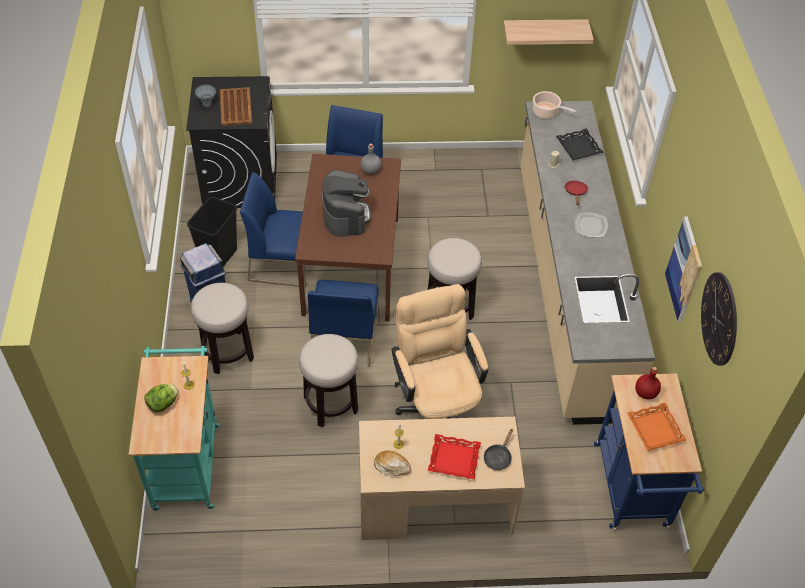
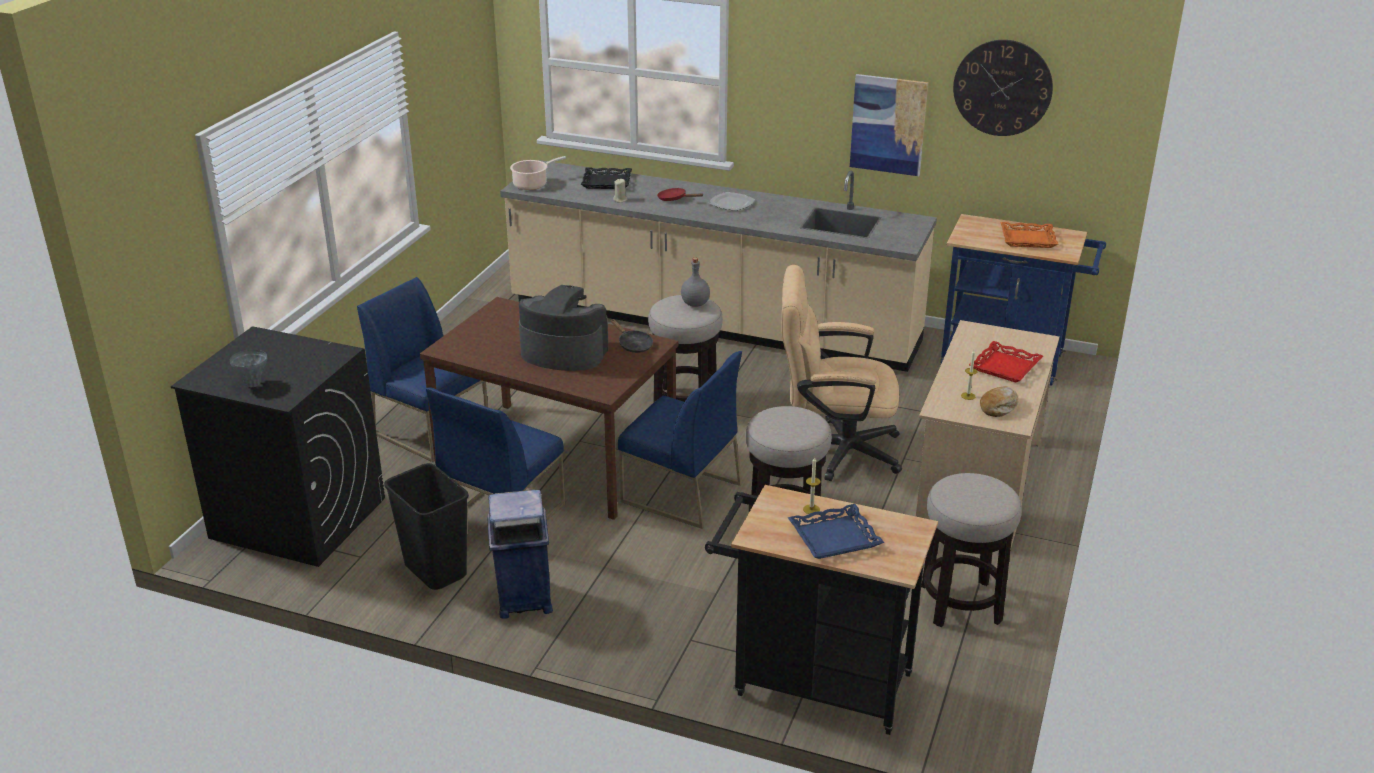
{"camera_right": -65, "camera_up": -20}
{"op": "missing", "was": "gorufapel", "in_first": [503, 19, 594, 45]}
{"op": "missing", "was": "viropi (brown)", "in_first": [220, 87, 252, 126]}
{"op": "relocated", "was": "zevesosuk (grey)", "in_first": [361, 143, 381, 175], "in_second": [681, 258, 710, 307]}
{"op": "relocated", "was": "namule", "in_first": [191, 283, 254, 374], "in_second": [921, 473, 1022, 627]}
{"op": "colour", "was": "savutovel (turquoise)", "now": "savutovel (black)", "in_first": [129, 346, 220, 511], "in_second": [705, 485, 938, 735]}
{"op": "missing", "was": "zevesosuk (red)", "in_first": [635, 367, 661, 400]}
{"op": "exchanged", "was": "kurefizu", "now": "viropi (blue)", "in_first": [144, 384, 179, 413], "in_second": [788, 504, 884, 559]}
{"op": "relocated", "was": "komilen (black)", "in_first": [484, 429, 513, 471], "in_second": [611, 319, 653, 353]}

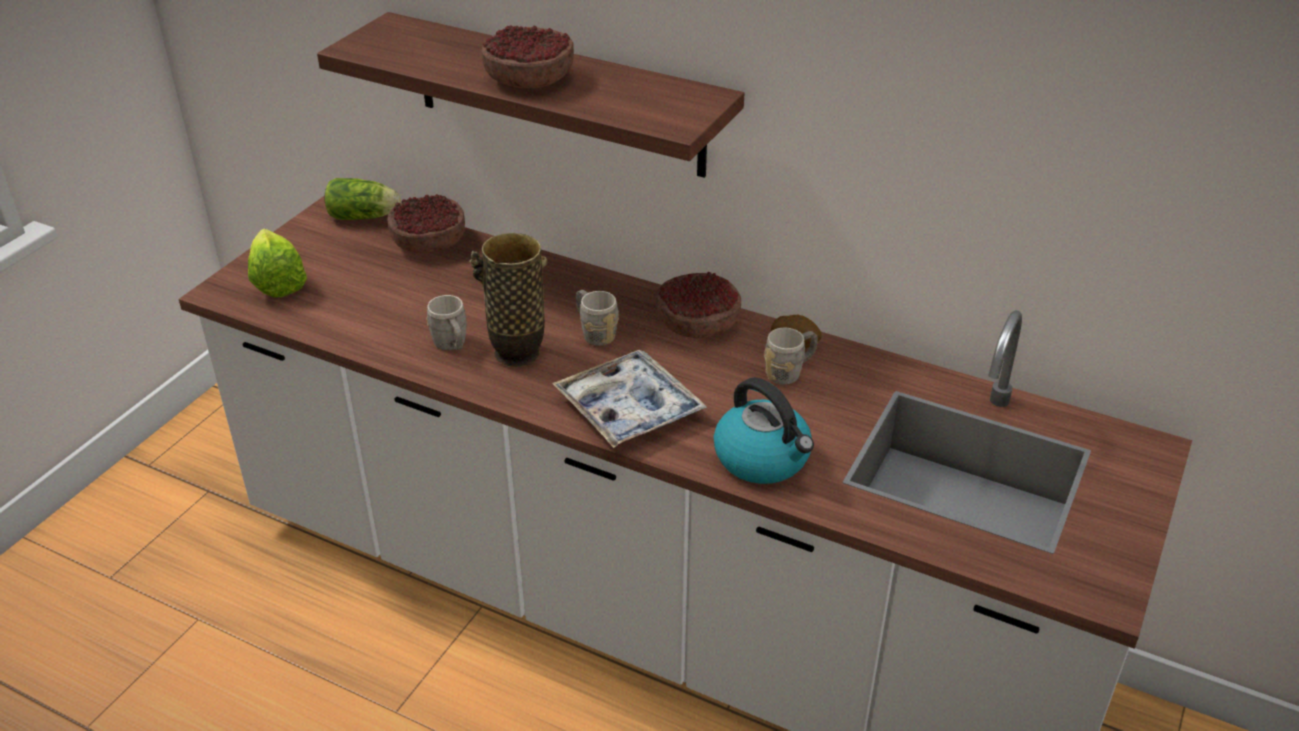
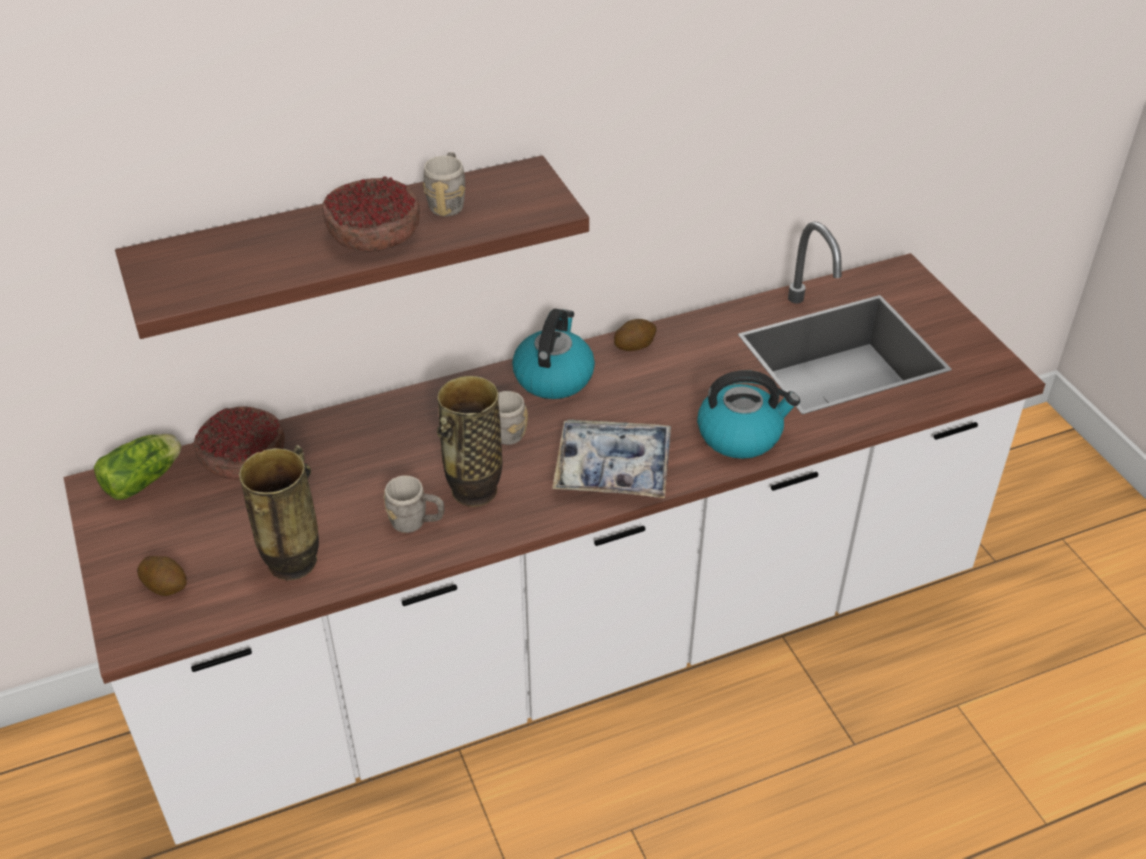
{"camera_right": -50, "camera_up": 5}
{"op": "exchanged", "was": "kurefizu", "now": "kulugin", "in_first": [248, 229, 307, 298], "in_second": [137, 556, 187, 596]}
{"op": "exchanged", "was": "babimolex", "now": "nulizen", "in_first": [656, 272, 741, 338], "in_second": [512, 309, 595, 399]}
{"op": "relocated", "was": "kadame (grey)", "in_first": [764, 327, 818, 385], "in_second": [423, 152, 465, 216]}
{"op": "appeared", "now": "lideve", "in_second": [239, 445, 319, 580]}

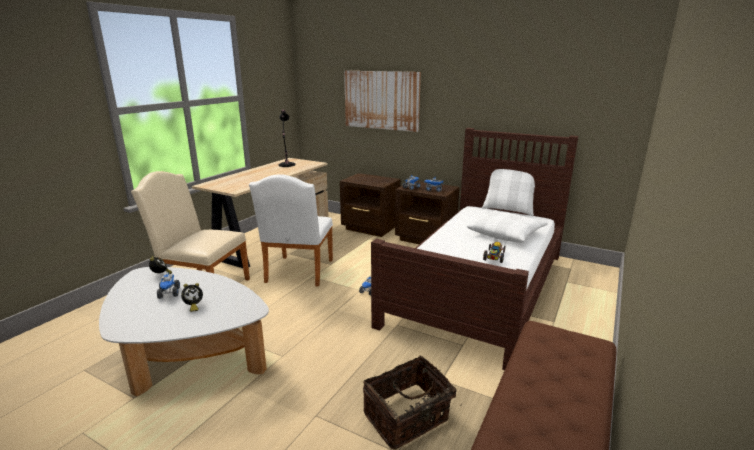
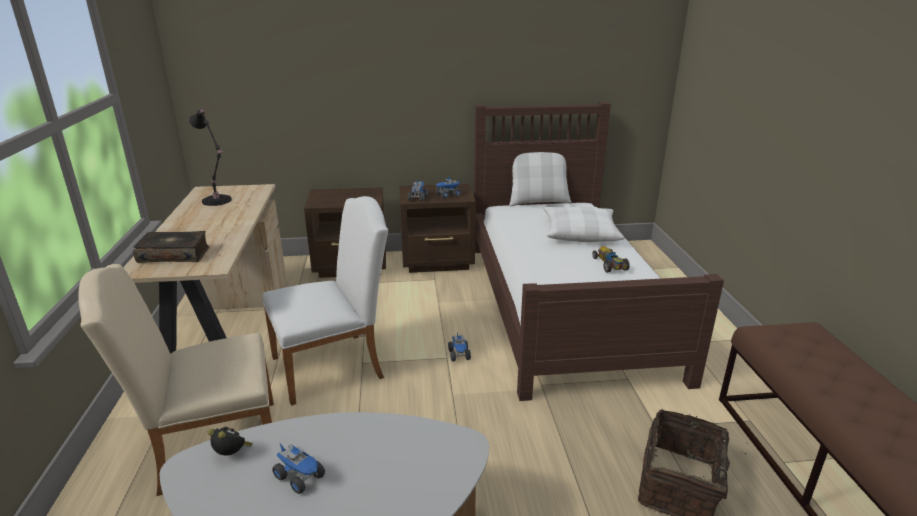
{"camera_right": -35, "camera_up": 5}
{"op": "missing", "was": "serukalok", "in_first": [344, 71, 421, 132]}
{"op": "spun", "was": "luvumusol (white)", "in_first": [249, 174, 333, 287], "in_second": [262, 196, 388, 406], "clockwise": -90}
{"op": "missing", "was": "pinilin", "in_first": [181, 283, 203, 312]}
{"op": "appeared", "now": "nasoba", "in_second": [133, 231, 209, 263]}

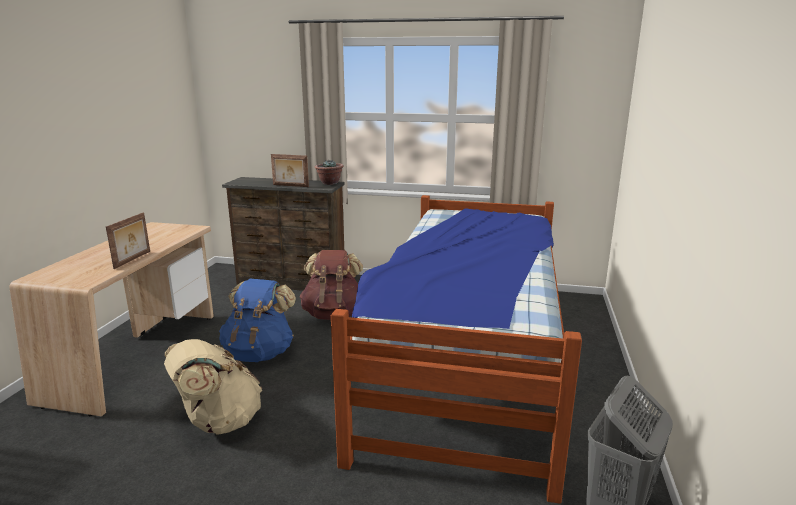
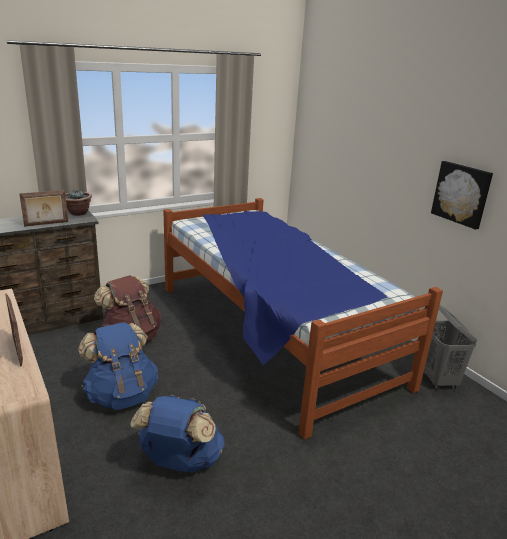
{"camera_right": -45, "camera_up": 5}
{"op": "colour", "was": "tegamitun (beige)", "now": "tegamitun (blue)", "in_first": [164, 339, 262, 435], "in_second": [130, 395, 225, 473]}
{"op": "appeared", "now": "serukalok", "in_second": [431, 161, 493, 230]}

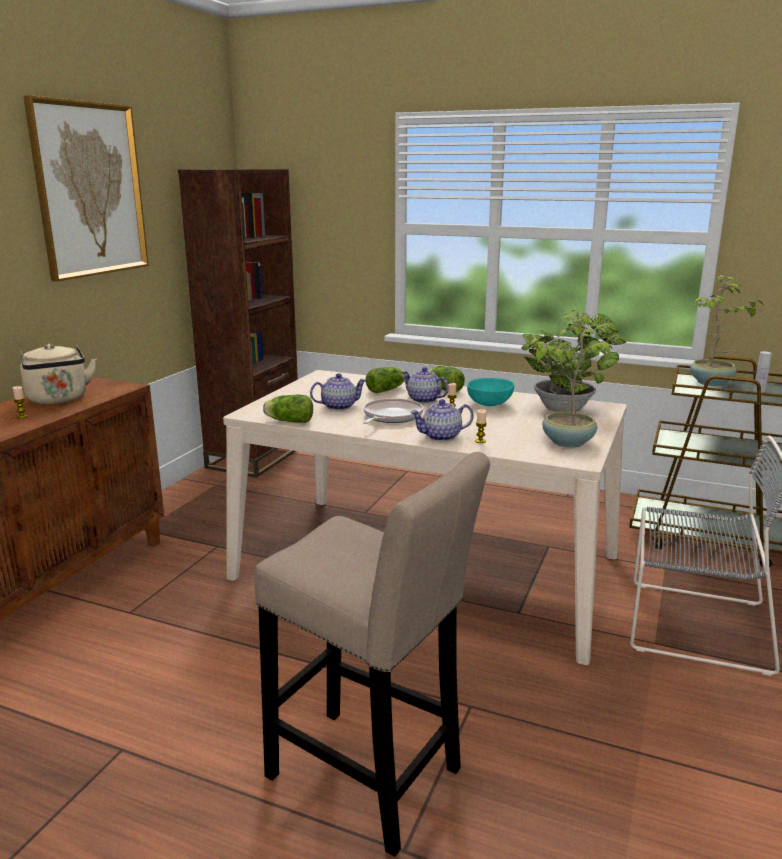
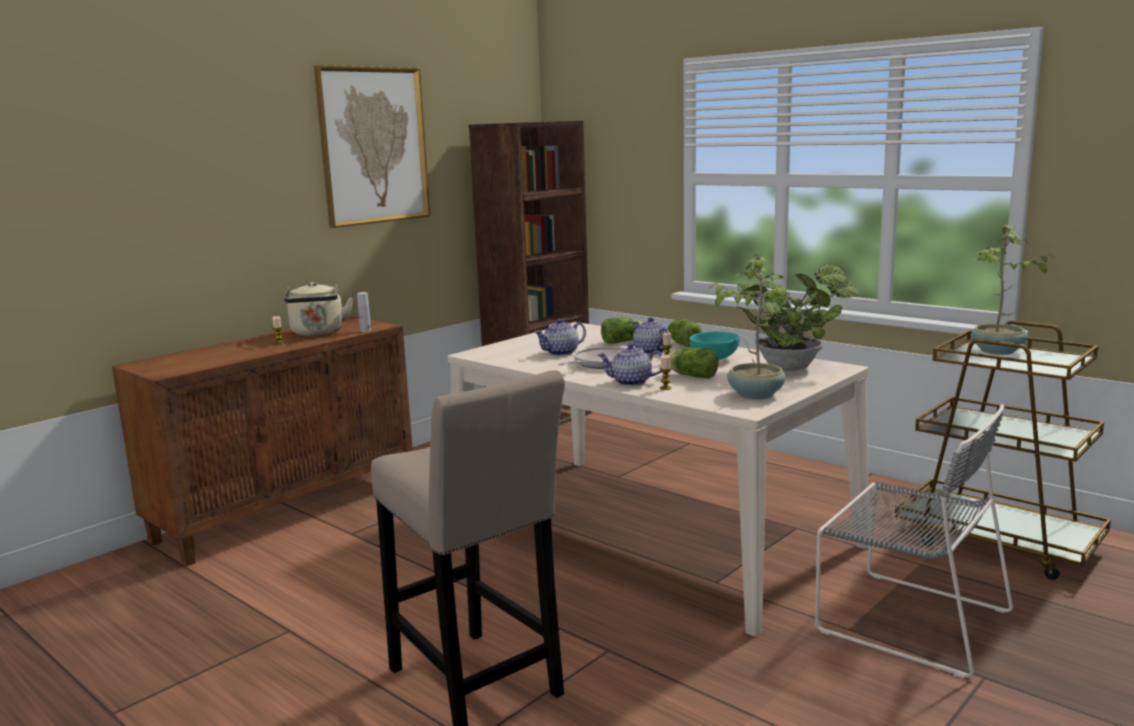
{"camera_right": 20, "camera_up": -5}
{"op": "relocated", "was": "zevesosuk (white)", "in_first": [753, 351, 772, 393], "in_second": [357, 292, 371, 332]}
{"op": "spun", "was": "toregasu", "in_first": [310, 373, 367, 410], "in_second": [534, 319, 586, 356], "clockwise": 150}
{"op": "relocated", "was": "kurefizu", "in_first": [263, 395, 313, 423], "in_second": [668, 348, 718, 378]}

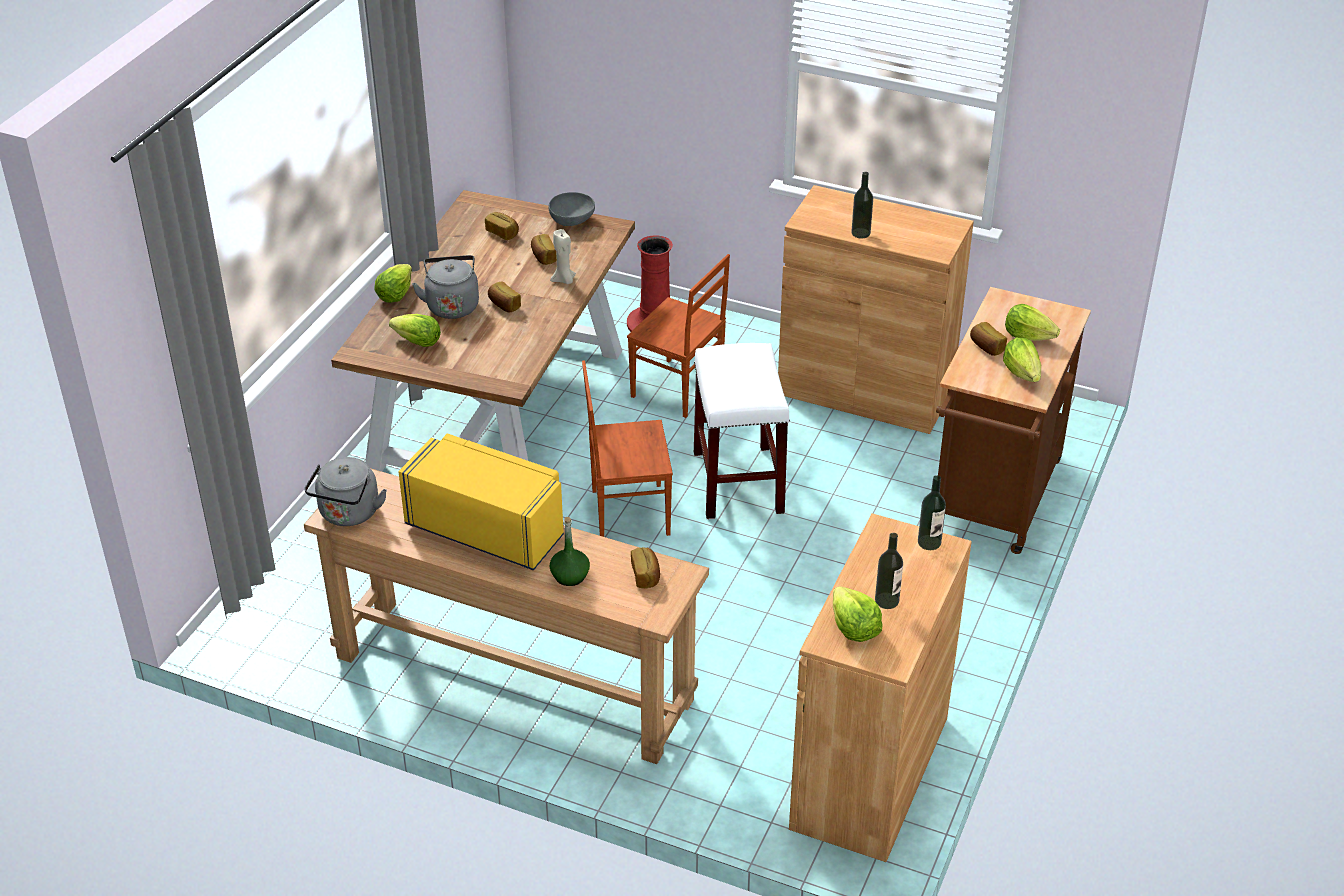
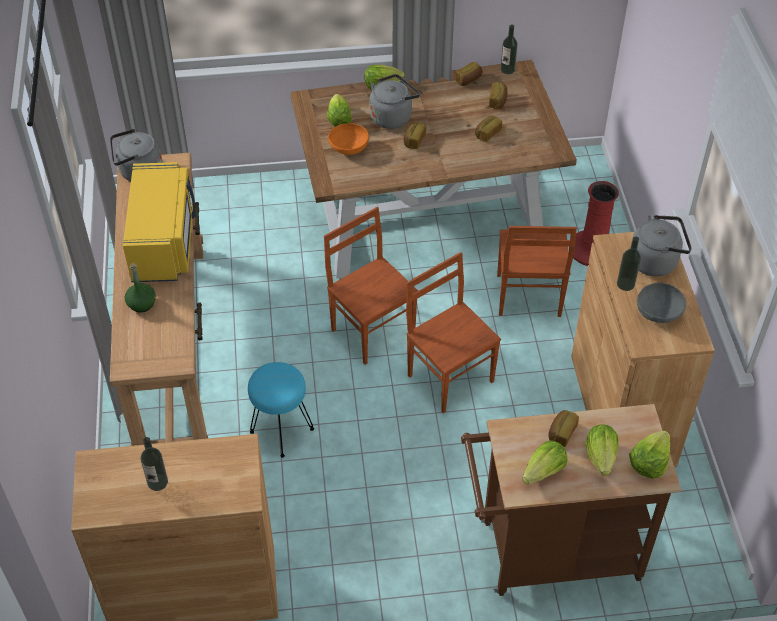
{"camera_right": 60, "camera_up": 10}
{"op": "relocated", "was": "babimolex (grey)", "in_first": [548, 192, 595, 226], "in_second": [637, 282, 686, 323]}
{"op": "missing", "was": "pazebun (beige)", "in_first": [550, 229, 576, 284]}
{"op": "exchanged", "was": "namule (white)", "now": "luvumusol (brown)", "in_first": [694, 343, 790, 519], "in_second": [406, 252, 501, 413]}
{"op": "relocated", "was": "zevesosuk", "in_first": [918, 475, 946, 550], "in_second": [501, 24, 518, 74]}
{"op": "relocated", "was": "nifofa", "in_first": [631, 547, 660, 589], "in_second": [455, 62, 482, 86]}
{"op": "relocated", "was": "kurefizu", "in_first": [833, 586, 883, 642], "in_second": [629, 431, 670, 479]}
{"op": "appeared", "now": "babimolex (orange)", "in_second": [328, 123, 369, 155]}
{"op": "appeared", "now": "nulizen (grey)", "in_second": [630, 215, 692, 276]}
{"op": "appeared", "now": "namule (turquoise)", "in_second": [248, 362, 314, 458]}

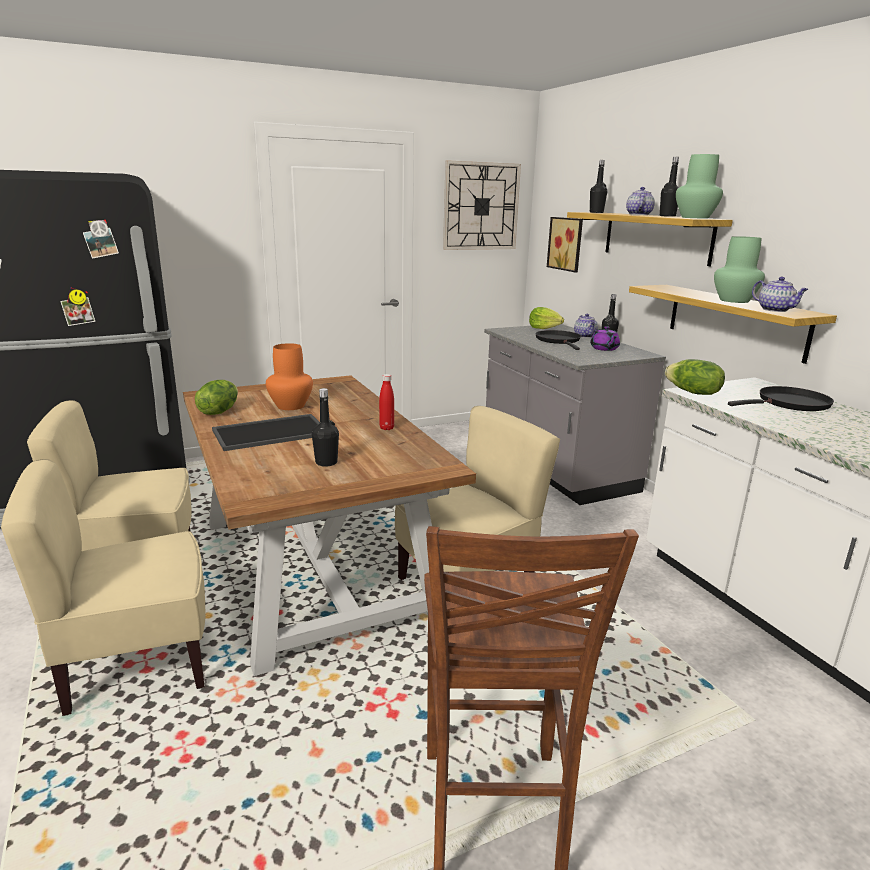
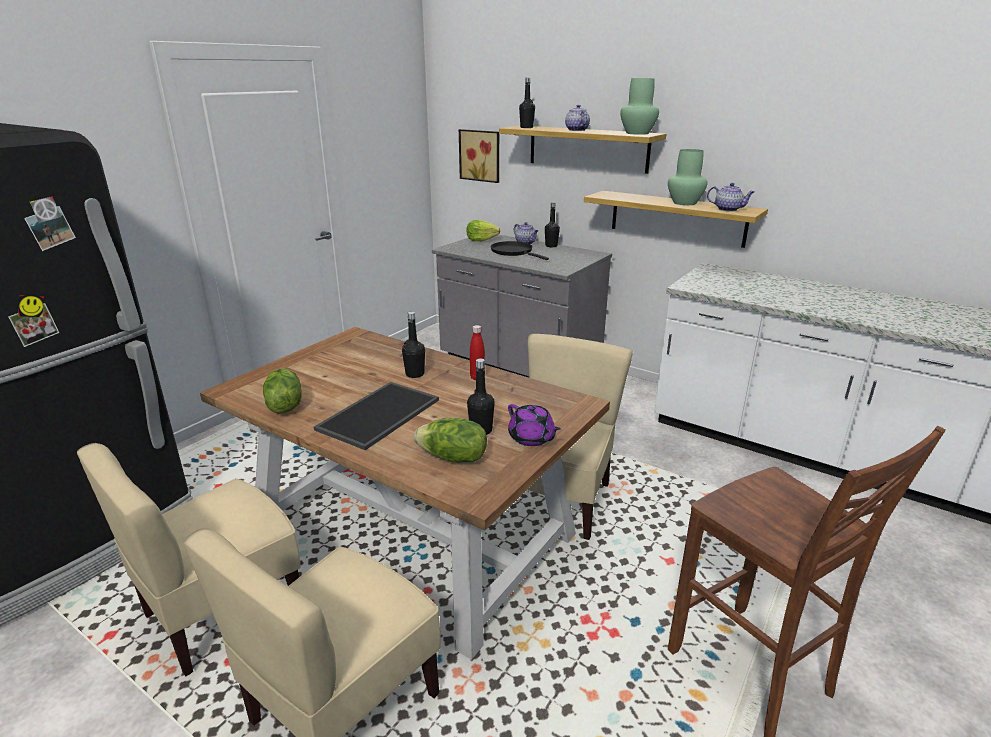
{"camera_right": -30, "camera_up": 5}
{"op": "relocated", "was": "zevesosuk (black)", "in_first": [660, 157, 679, 217], "in_second": [402, 312, 425, 378]}
{"op": "missing", "was": "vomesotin", "in_first": [443, 160, 521, 250]}
{"op": "relocated", "was": "toregasu (purple)", "in_first": [590, 326, 620, 351], "in_second": [508, 404, 560, 446]}
{"op": "missing", "was": "lideve (orange)", "in_first": [266, 343, 313, 410]}
{"op": "relocated", "was": "kurefizu", "in_first": [665, 359, 725, 395], "in_second": [414, 418, 487, 463]}
{"op": "missing", "was": "komilen (black)", "in_first": [728, 386, 834, 411]}

